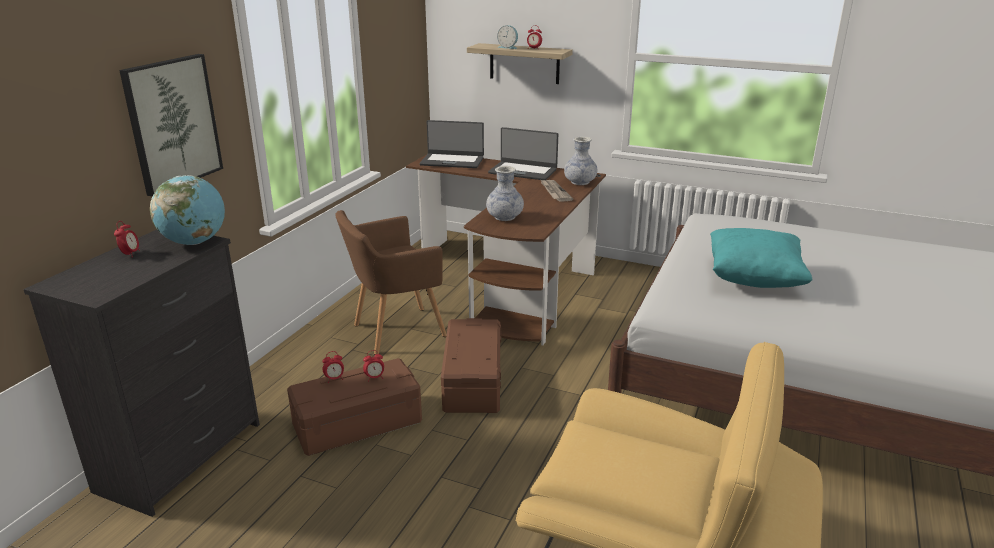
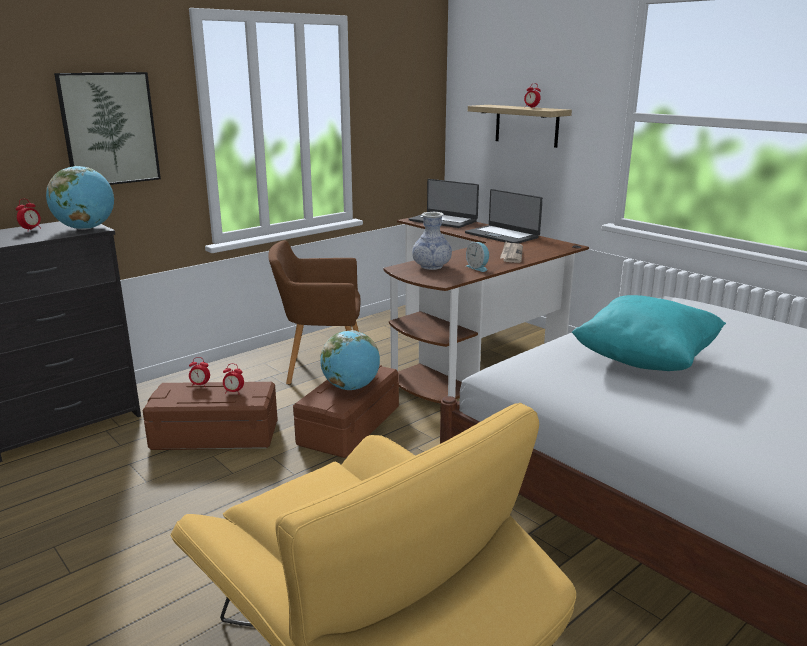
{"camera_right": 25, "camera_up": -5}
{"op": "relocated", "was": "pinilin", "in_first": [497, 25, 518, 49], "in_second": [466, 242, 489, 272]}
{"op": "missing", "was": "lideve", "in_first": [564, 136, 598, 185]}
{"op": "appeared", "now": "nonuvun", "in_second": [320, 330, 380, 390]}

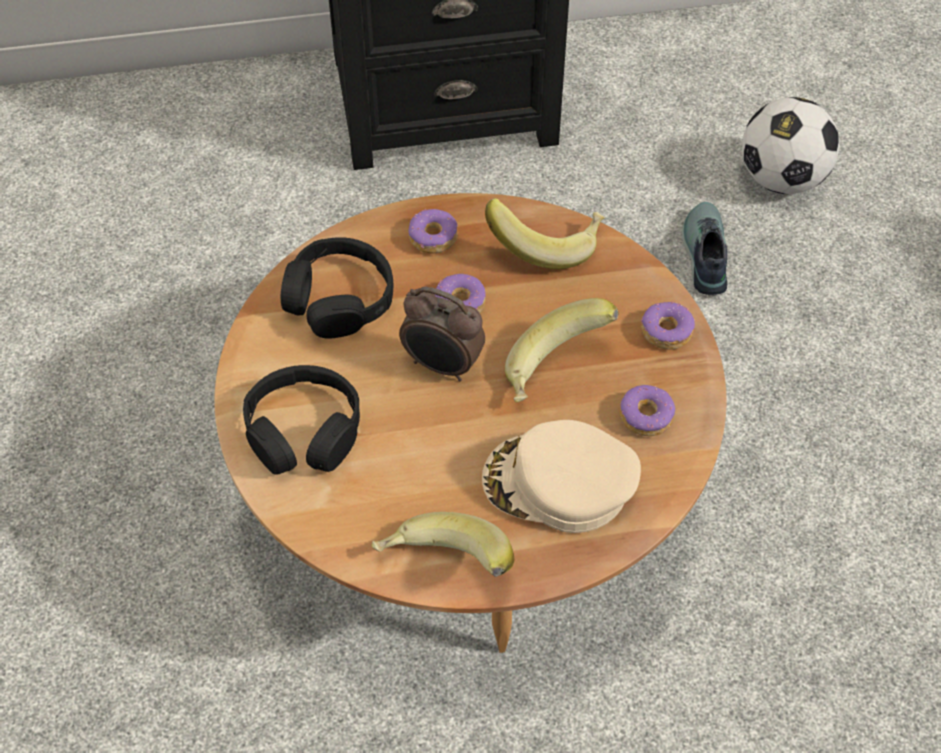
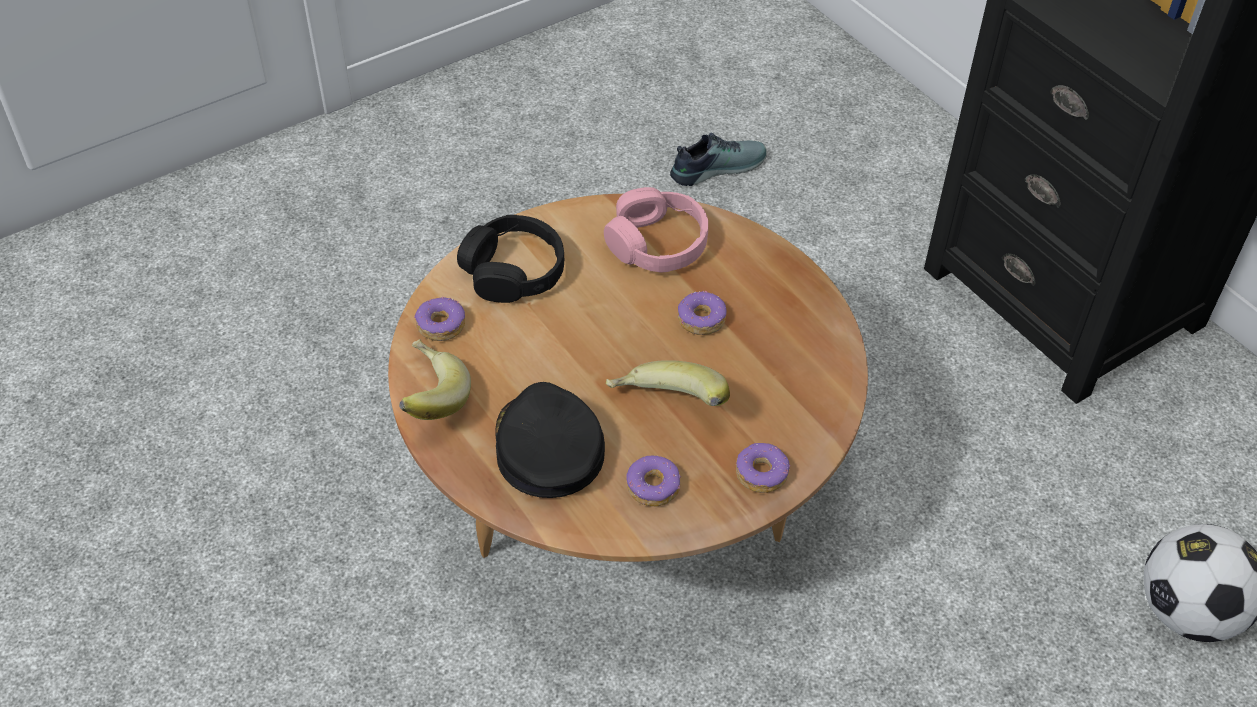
{"camera_right": 65, "camera_up": -5}
{"op": "missing", "was": "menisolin", "in_first": [485, 198, 605, 269]}
{"op": "relocated", "was": "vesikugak", "in_first": [681, 202, 727, 295], "in_second": [670, 133, 767, 186]}
{"op": "relocated", "was": "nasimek", "in_first": [408, 209, 458, 254], "in_second": [414, 297, 465, 341]}
{"op": "colour", "was": "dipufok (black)", "now": "dipufok (pink)", "in_first": [281, 237, 393, 339], "in_second": [604, 187, 708, 273]}
{"op": "missing", "was": "pinilin", "in_first": [399, 287, 485, 381]}
{"op": "colour", "was": "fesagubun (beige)", "now": "fesagubun (black)", "in_first": [482, 420, 641, 533], "in_second": [495, 382, 605, 498]}

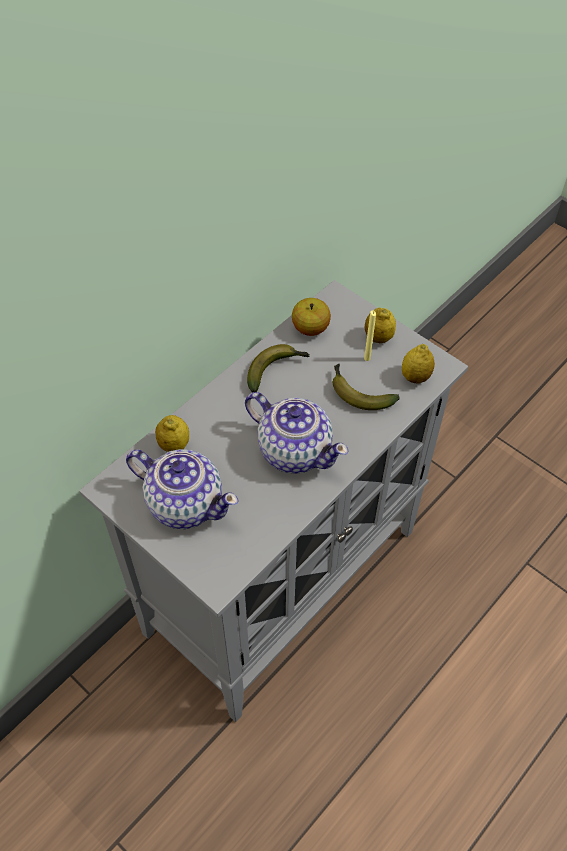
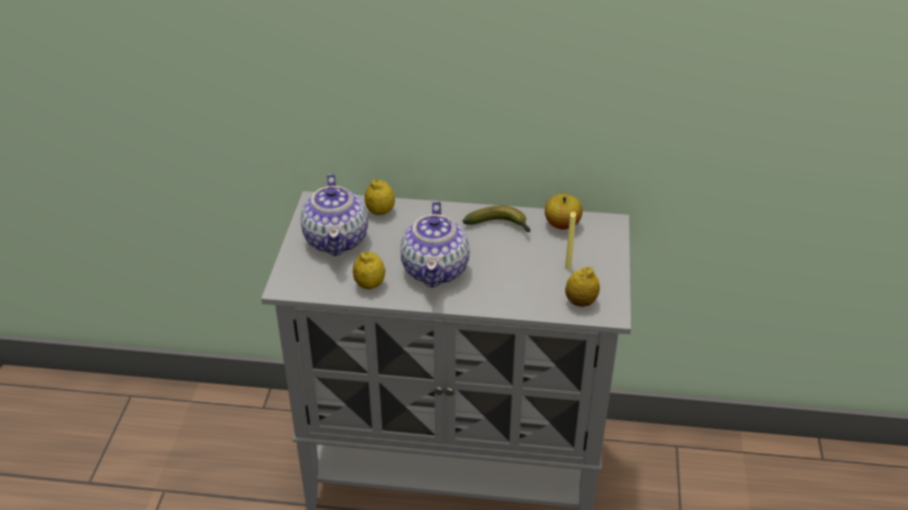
{"camera_right": 55, "camera_up": -15}
{"op": "relocated", "was": "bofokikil", "in_first": [365, 308, 396, 343], "in_second": [353, 251, 385, 289]}
{"op": "missing", "was": "menisolin", "in_first": [333, 364, 400, 410]}

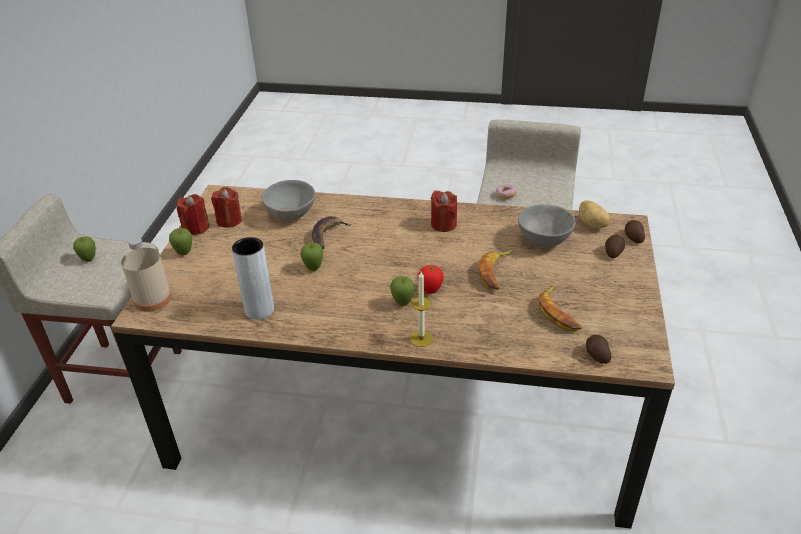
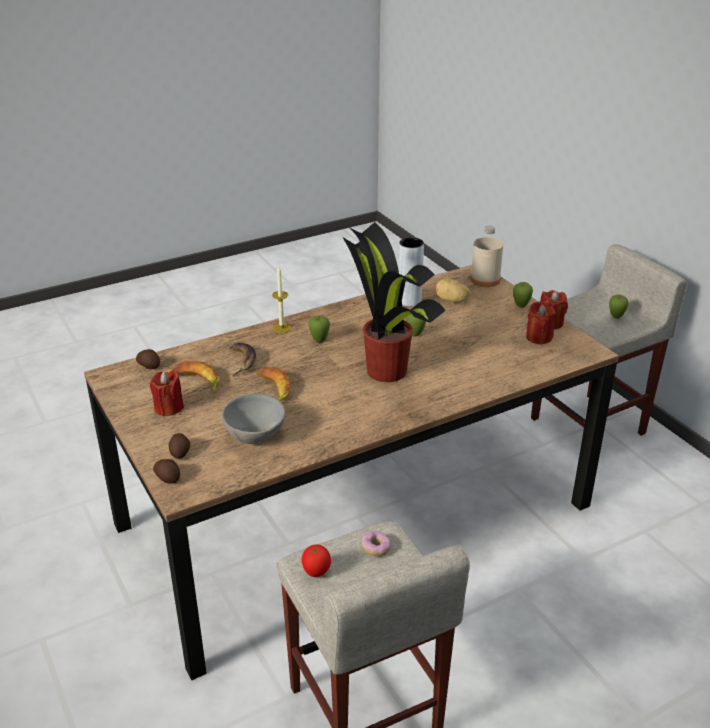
{"camera_right": 140, "camera_up": -5}
{"op": "missing", "was": "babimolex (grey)", "in_first": [262, 180, 315, 221]}
{"op": "relocated", "was": "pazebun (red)", "in_first": [431, 190, 457, 232], "in_second": [150, 370, 184, 417]}
{"op": "relocated", "was": "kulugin", "in_first": [579, 200, 610, 229], "in_second": [436, 278, 470, 302]}
{"op": "relocated", "was": "menisolin", "in_first": [312, 216, 351, 249], "in_second": [230, 343, 256, 376]}
{"op": "relocated", "was": "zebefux", "in_first": [418, 265, 444, 294], "in_second": [301, 545, 331, 577]}
{"op": "appeared", "now": "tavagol", "in_second": [343, 222, 446, 382]}

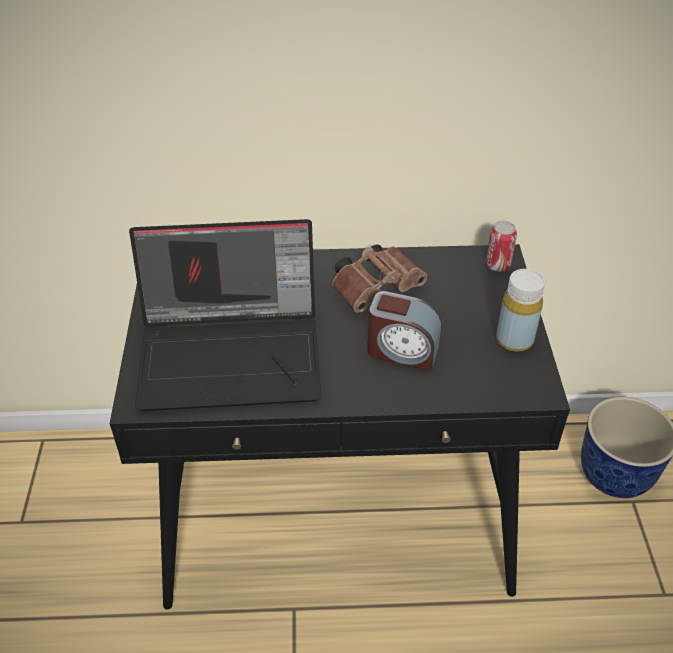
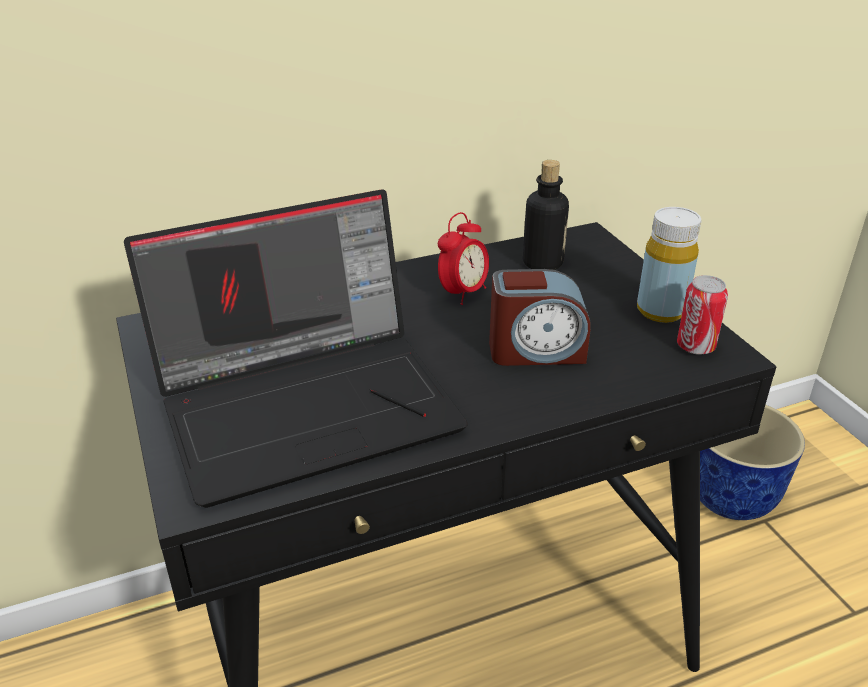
{"camera_right": -20, "camera_up": -10}
{"op": "relocated", "was": "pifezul", "in_first": [486, 221, 517, 272], "in_second": [677, 275, 728, 355]}
{"op": "exchanged", "was": "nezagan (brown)", "now": "pinilin", "in_first": [332, 244, 427, 313], "in_second": [438, 212, 489, 305]}
{"op": "appeared", "now": "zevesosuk", "in_second": [523, 160, 569, 270]}

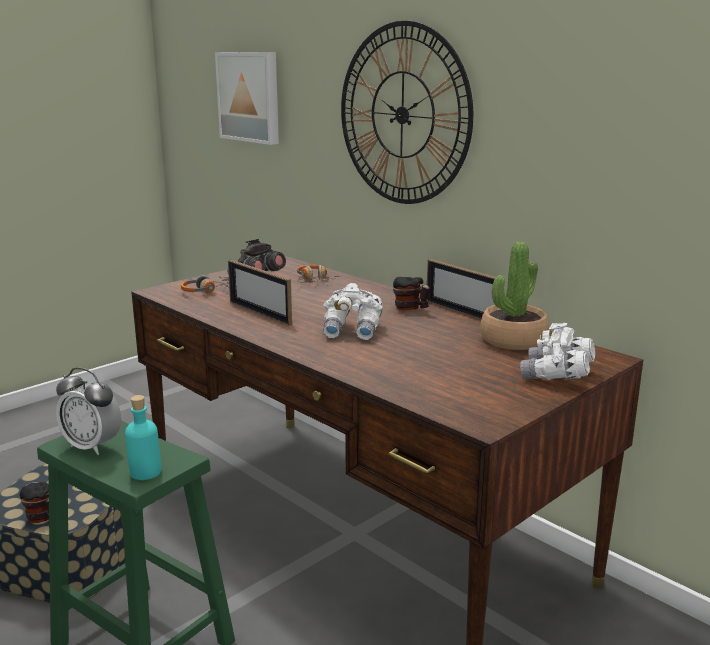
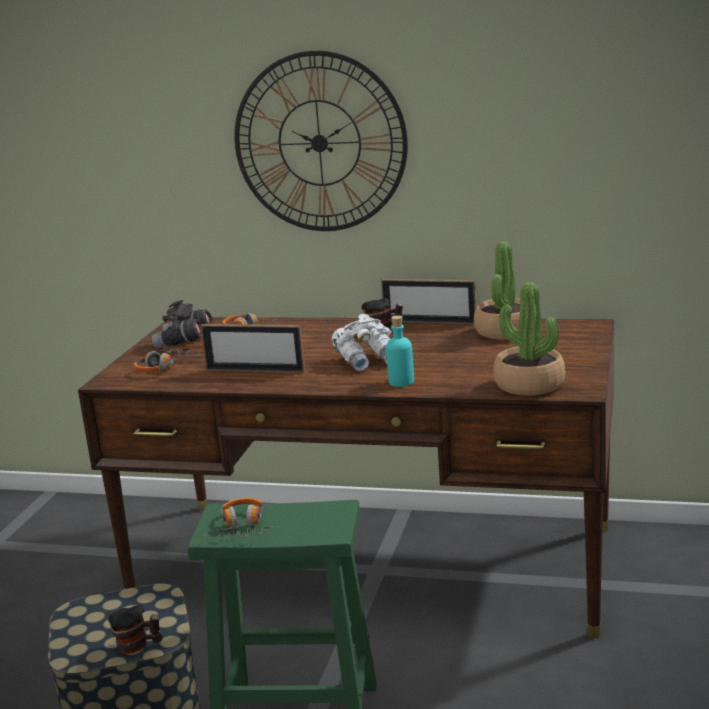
{"camera_right": -30, "camera_up": 0}
{"op": "missing", "was": "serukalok", "in_first": [215, 52, 279, 145]}
{"op": "missing", "was": "nezagan (white)", "in_first": [520, 323, 595, 380]}
{"op": "exchanged", "was": "pinilin", "now": "dipufok", "in_first": [56, 368, 121, 455], "in_second": [205, 498, 273, 540]}
{"op": "relocated", "was": "zevesosuk (turquoise)", "in_first": [125, 395, 161, 480], "in_second": [386, 315, 414, 387]}
{"op": "appeared", "now": "tavagol", "in_second": [493, 282, 565, 396]}

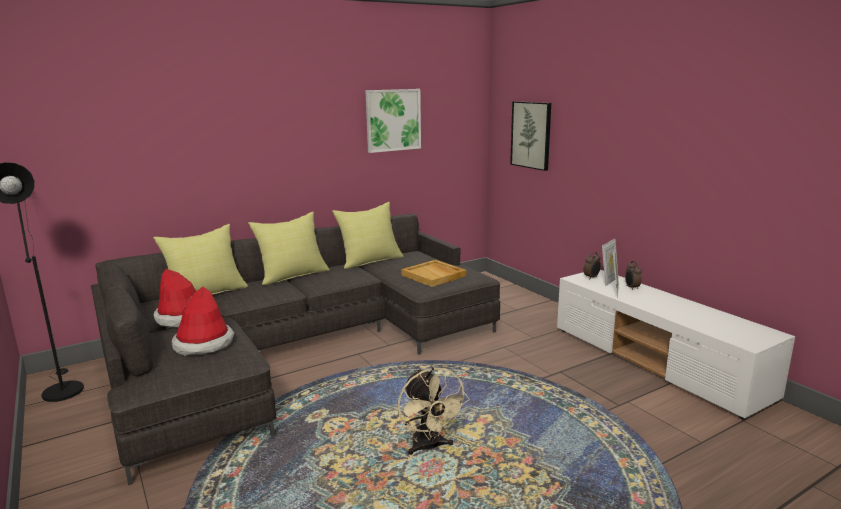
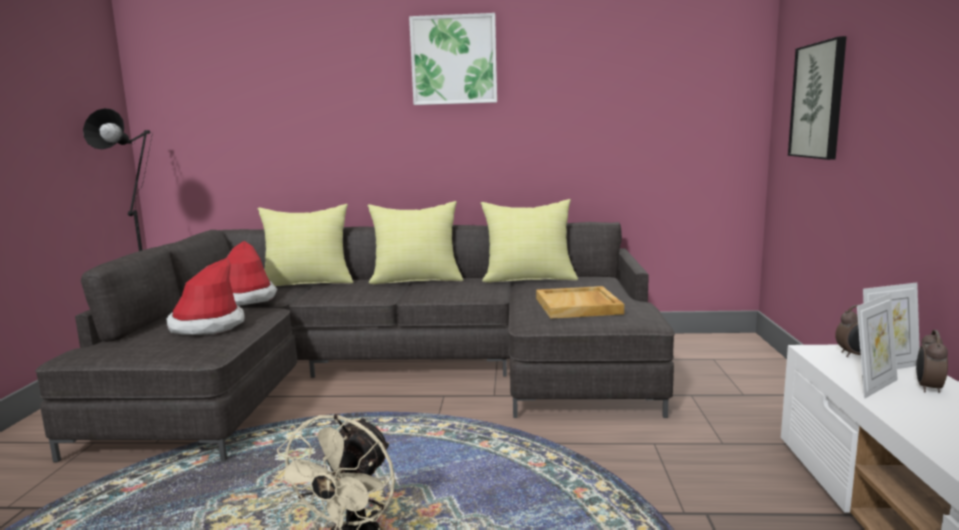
{"camera_right": 35, "camera_up": -5}
{"op": "relocated", "was": "serukalok", "in_first": [365, 89, 421, 153], "in_second": [409, 13, 497, 105]}

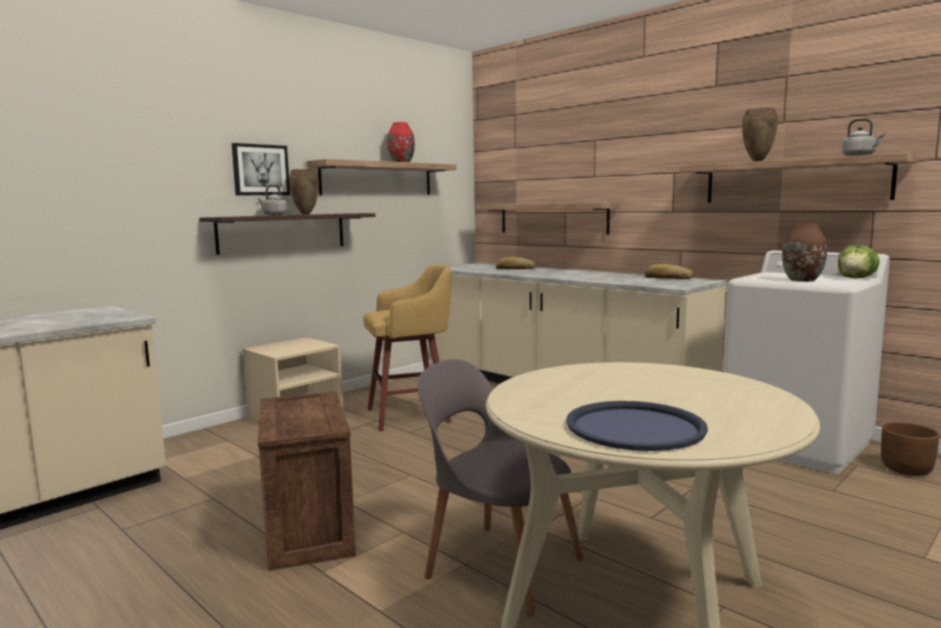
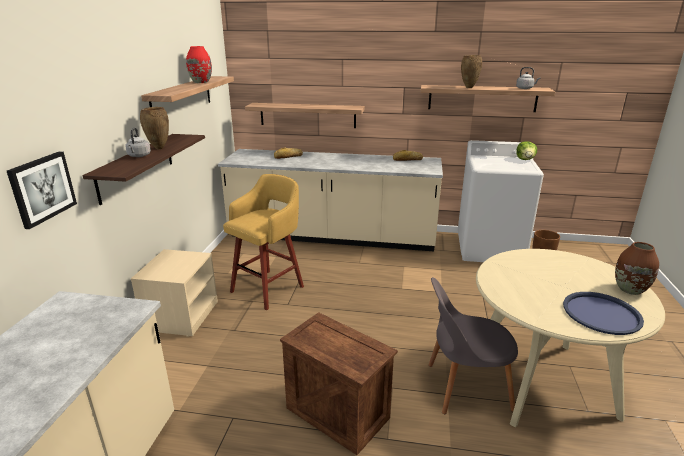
{"camera_right": -35, "camera_up": 15}
{"op": "relocated", "was": "serukalok", "in_first": [232, 143, 290, 195], "in_second": [7, 151, 77, 229]}
{"op": "relocated", "was": "lideve (brown)", "in_first": [782, 224, 827, 282], "in_second": [615, 242, 659, 295]}

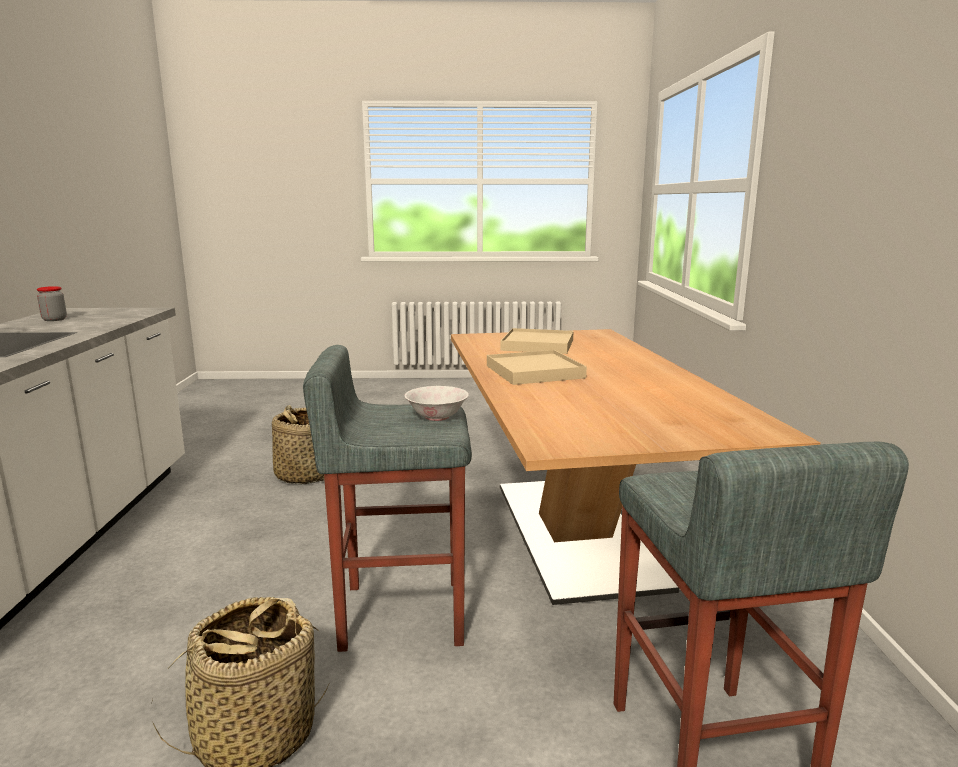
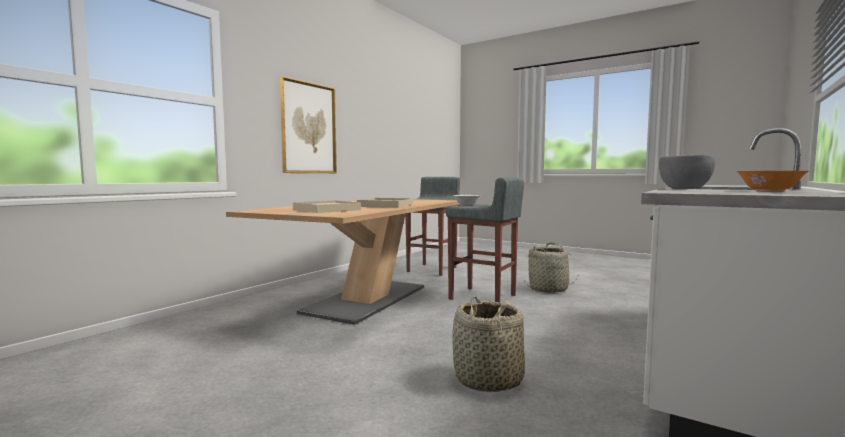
{"camera_right": -145, "camera_up": -10}
{"op": "exchanged", "was": "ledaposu", "now": "babimolex (orange)", "in_first": [37, 286, 67, 321], "in_second": [737, 170, 808, 192]}
{"op": "appeared", "now": "serukalok", "in_second": [280, 76, 337, 173]}
{"op": "appeared", "now": "babimolex (grey)", "in_second": [659, 155, 716, 189]}

